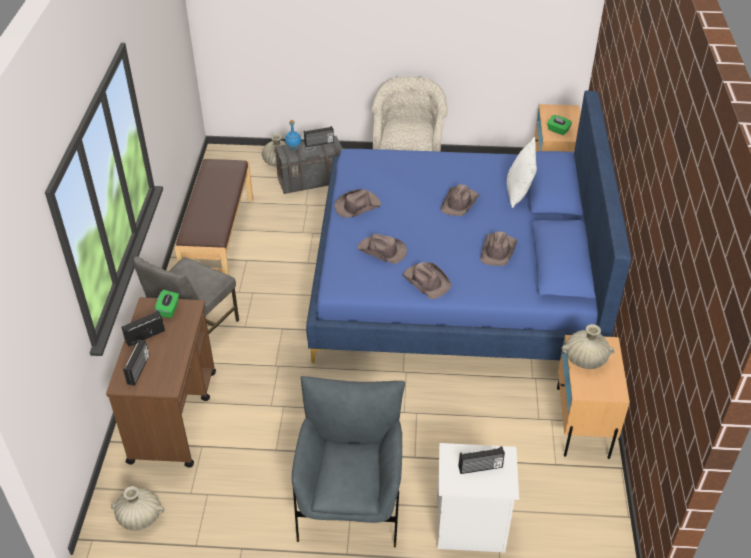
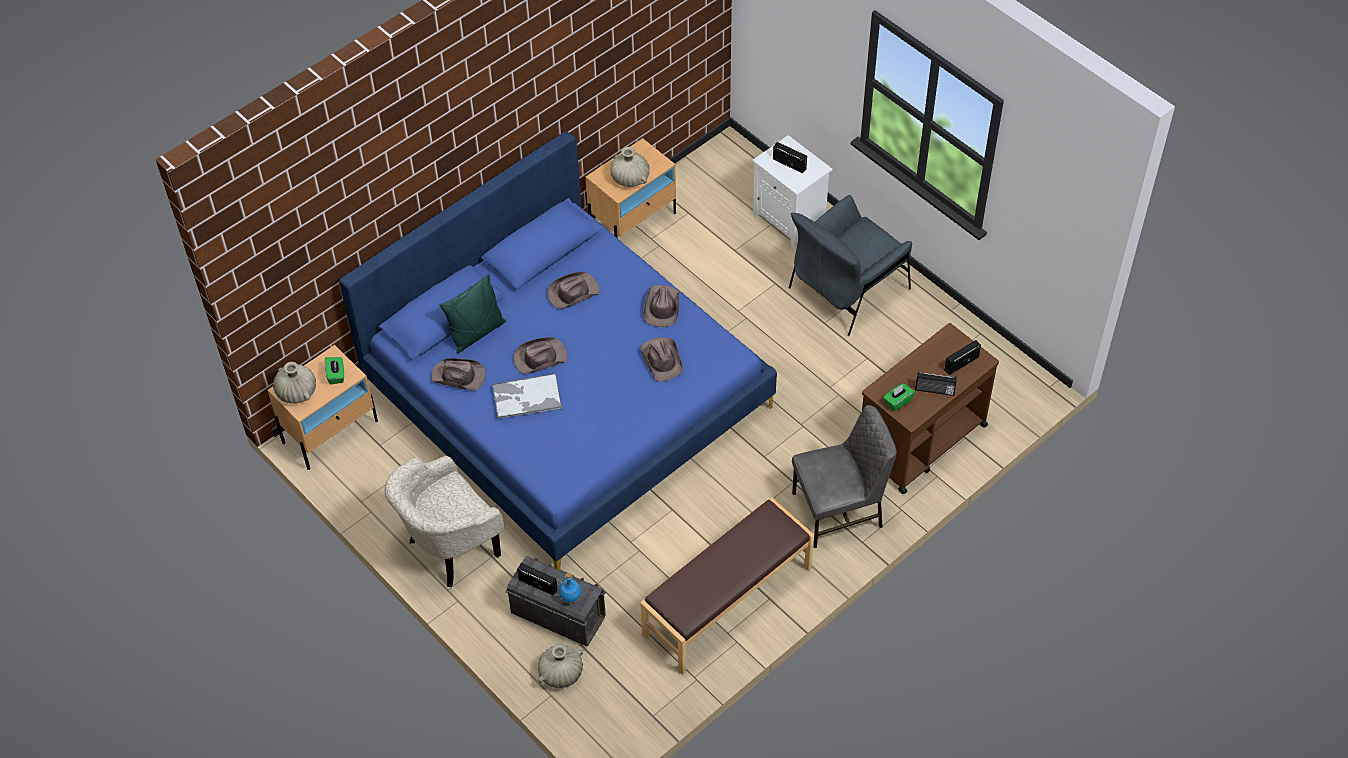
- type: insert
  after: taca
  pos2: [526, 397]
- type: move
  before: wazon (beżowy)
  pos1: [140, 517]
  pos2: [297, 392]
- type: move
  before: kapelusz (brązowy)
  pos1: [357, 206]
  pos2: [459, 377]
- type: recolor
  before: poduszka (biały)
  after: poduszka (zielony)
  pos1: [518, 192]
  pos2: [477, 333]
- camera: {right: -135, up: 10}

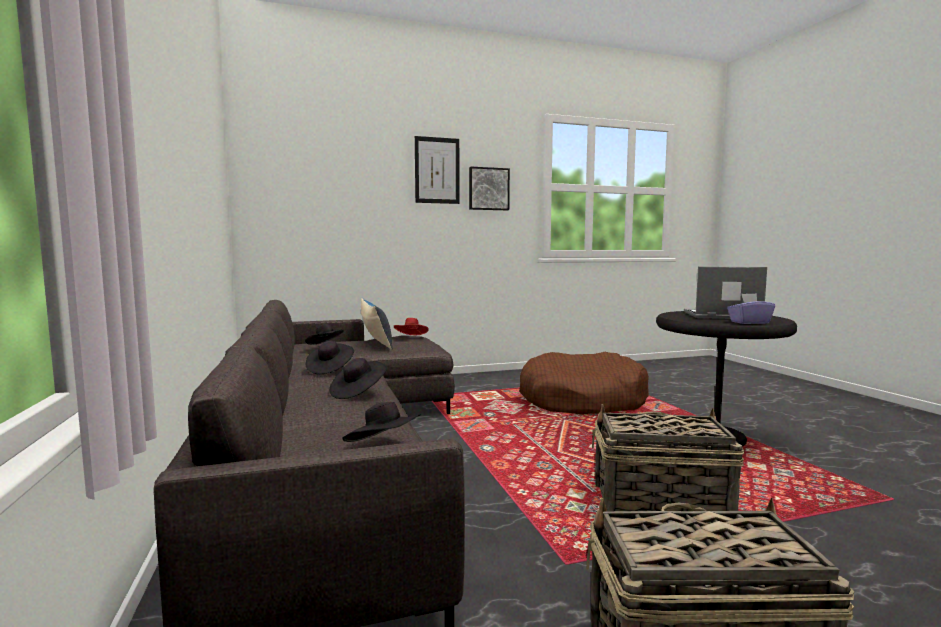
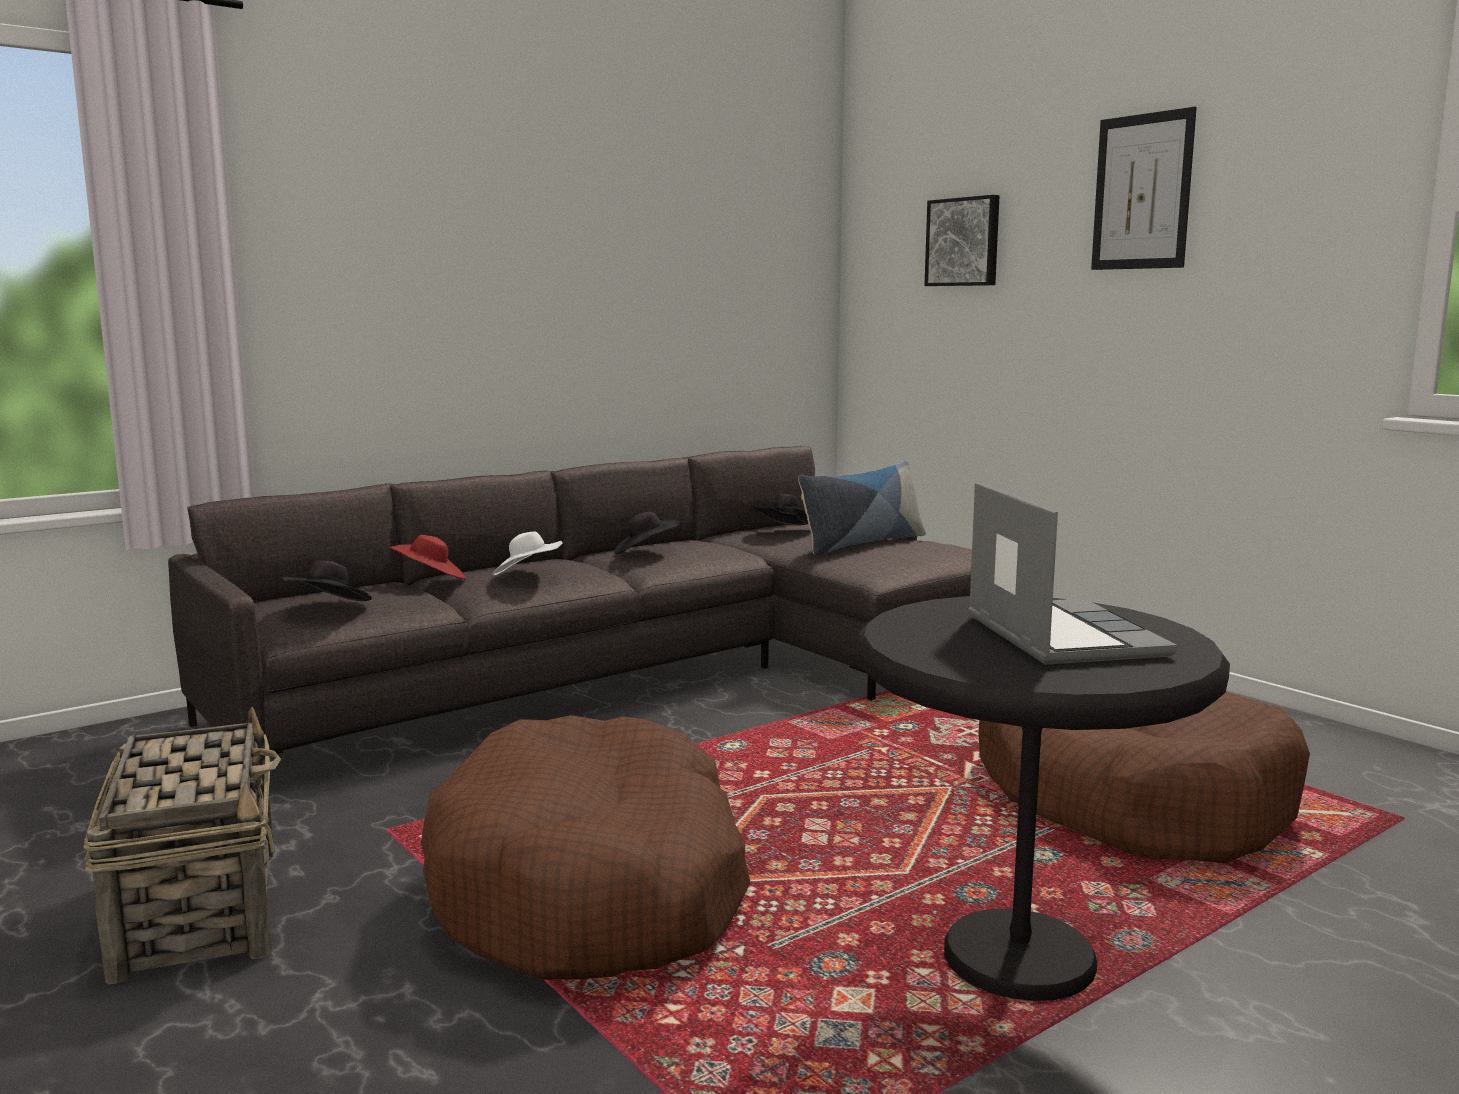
- type: delete
  before: pudełko chusteczek (fioletowy)
  pos1: [749, 322]
- type: move
  before: kapelusz (czerwony)
  pos1: [411, 337]
  pos2: [430, 579]
- type: move
  before: obraz
  pos1: [488, 189]
  pos2: [964, 242]
- type: replace
  before: koszyk
  after: legowisko (brązowy)
  pos1: [658, 503]
  pos2: [592, 888]
- type: recolor
  before: kapelusz (czarny)
  after: kapelusz (biały)
  pos1: [358, 392]
  pos2: [528, 576]
- camera: {right: 70, up: 5}

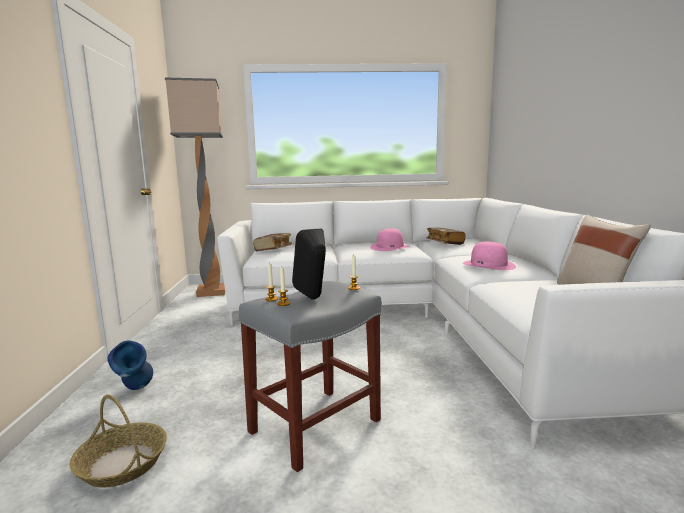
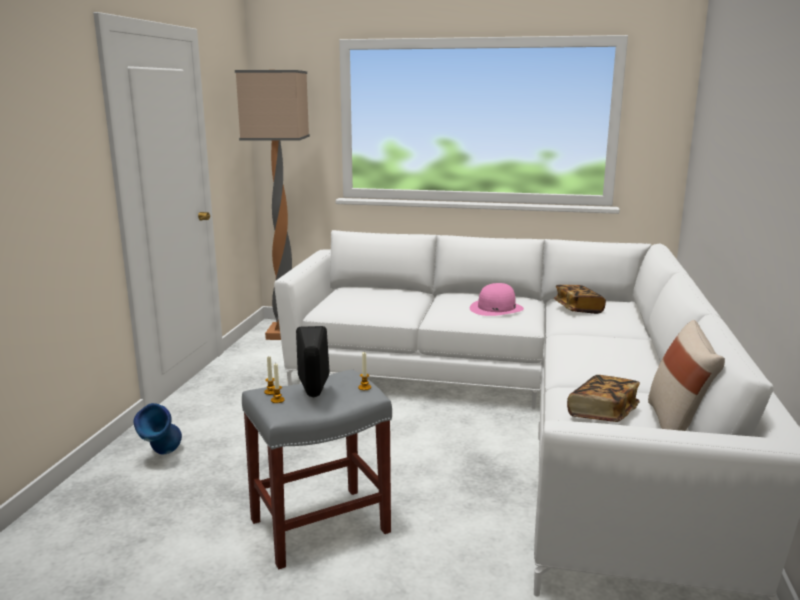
- type: delete
  before: koszyk
  pos1: [122, 463]
- type: delete
  before: kapelusz (różowy)
  pos1: [489, 265]
- type: move
  before: książka
  pos1: [273, 250]
  pos2: [602, 413]
- camera: {right: 15, up: 5}

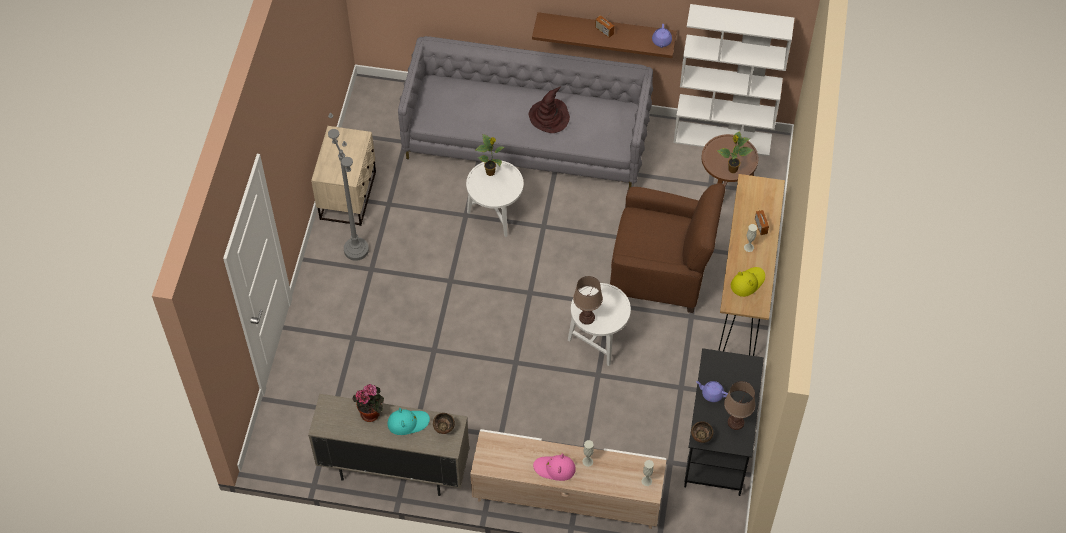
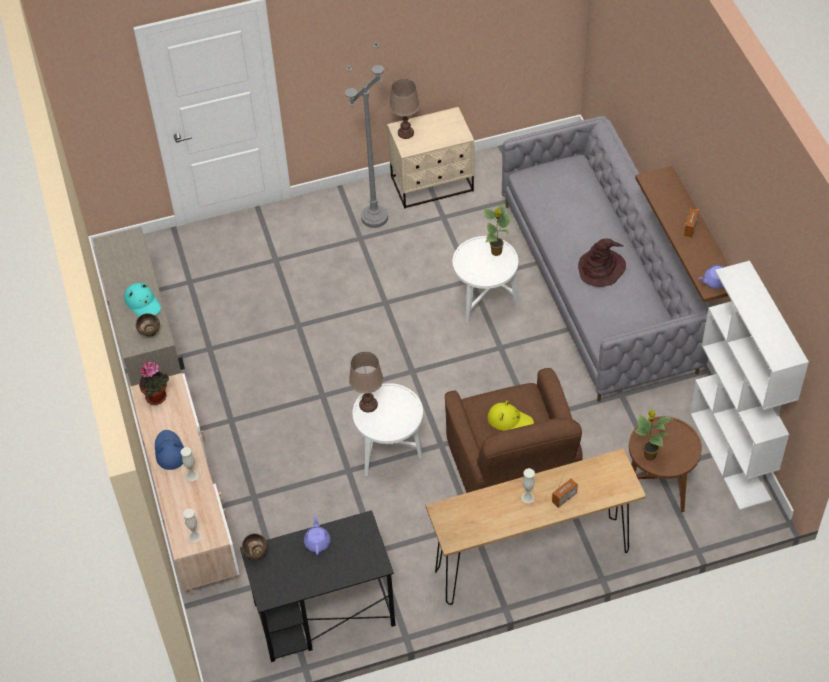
- type: move
  before: roślina doniczkowa
  pos1: [371, 412]
  pos2: [158, 397]
- type: move
  before: lampa stołowa (brązowy)
  pos1: [735, 422]
  pos2: [406, 133]
- type: move
  before: kapelusz (żółty)
  pos1: [747, 282]
  pos2: [510, 420]
- type: recolor
  before: kapelusz (różowy)
  after: kapelusz (niebieski)
  pos1: [555, 468]
  pos2: [169, 452]
- camera: {right: 65, up: -5}

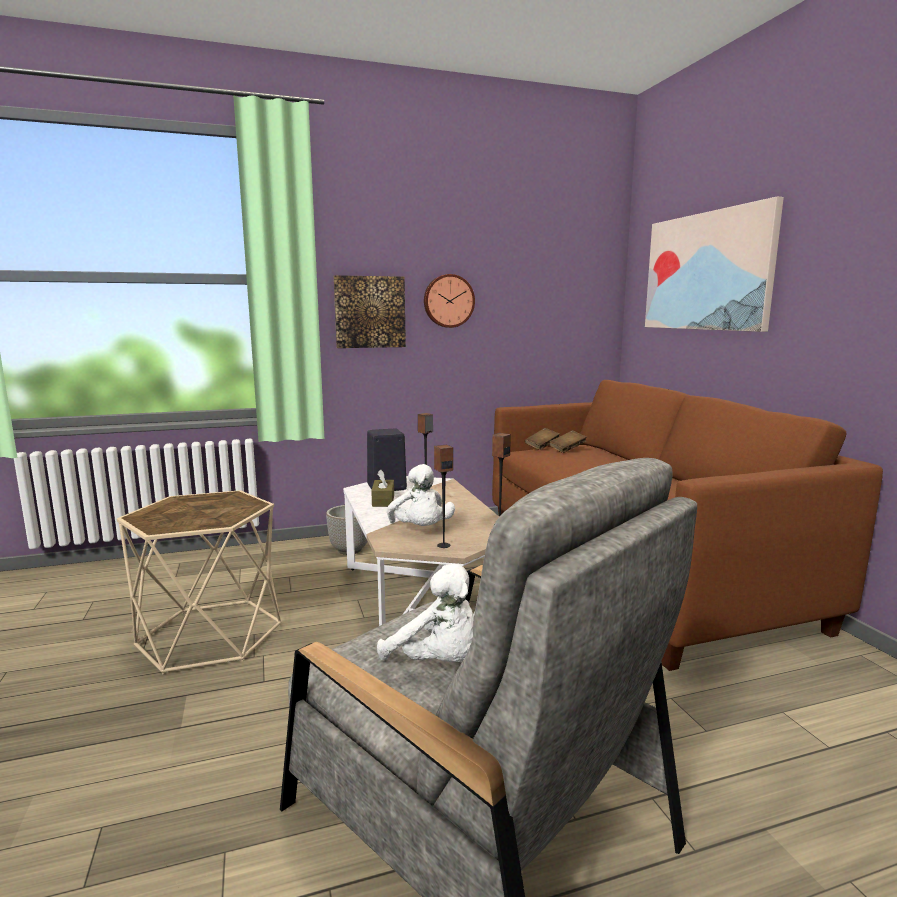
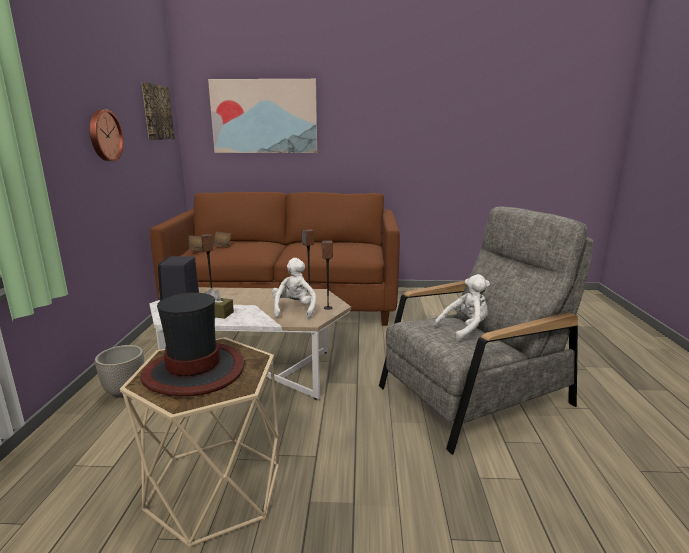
- type: insert
  after: kapelusz
  pos2: [195, 371]
- type: move
  before: obraz
  pos1: [369, 312]
  pos2: [156, 112]
- type: rotate
  before: pluszak (biały)
  pos1: [421, 530]
  pos2: [294, 310]
  turn: -90
- camera: {right: -70, up: 5}

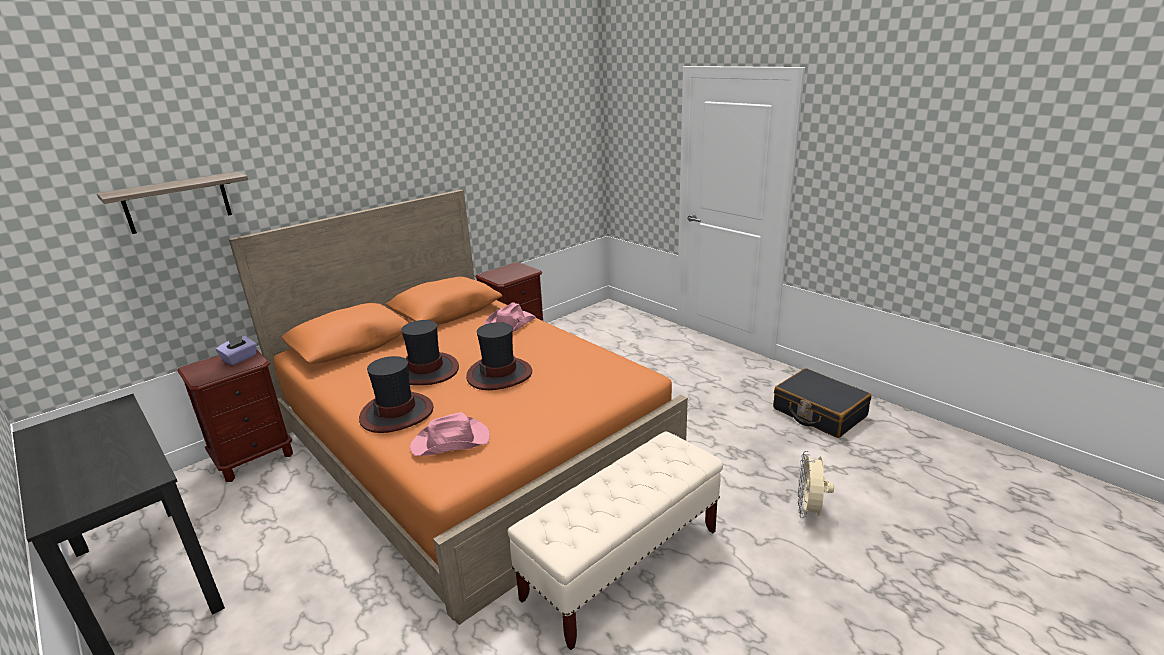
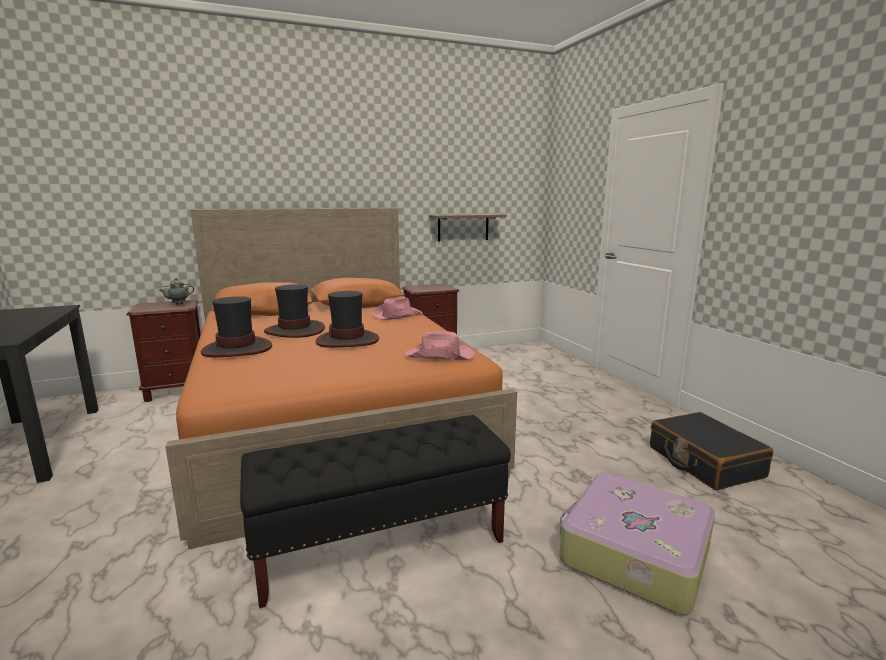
- type: move
  before: półka
  pos1: [177, 203]
  pos2: [463, 227]
- type: move
  before: kapelusz (różowy)
  pos1: [451, 442]
  pos2: [440, 356]
- type: replace
  before: pudełko chusteczek (fioletowy)
  after: imbryk
  pos1: [240, 359]
  pos2: [178, 304]
- type: replace
  before: wentylator (beżowy)
  after: walizka
  pos1: [809, 511]
  pos2: [632, 553]
- type: recolor
  before: ławka (beżowy)
  after: ławka (czarny)
  pos1: [623, 564]
  pos2: [381, 544]
- camera: {right: 20, up: -10}

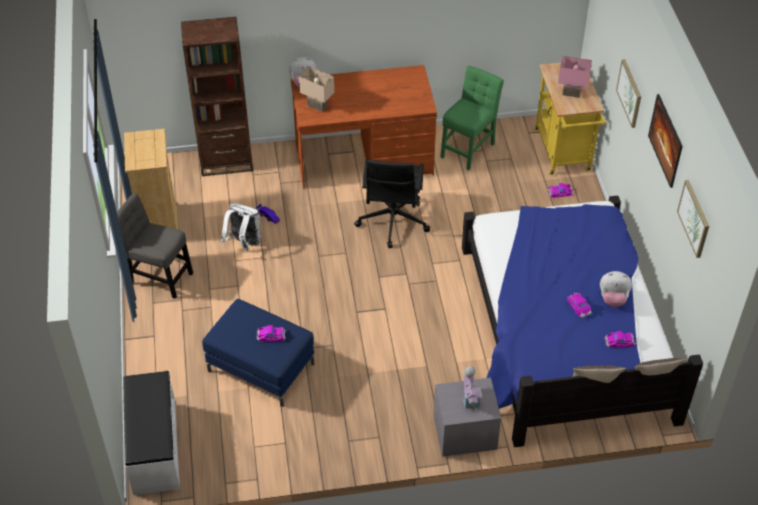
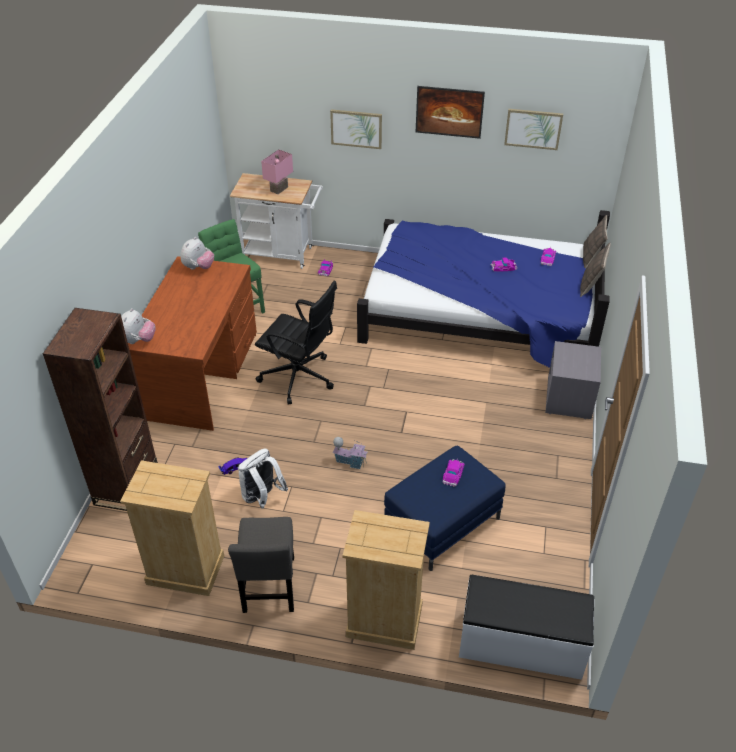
- type: delete
  before: lampa stołowa (beżowy)
  pos1: [318, 105]
- type: insert
  after: komoda (beżowy)
  pos2: [384, 621]
- type: move
  before: domek
  pos1: [470, 398]
  pos2: [350, 461]
- type: move
  before: pluszak
  pos1: [613, 299]
  pos2: [198, 267]
- type: recolor
  before: wózek (żółty)
  after: wózek (biały)
  pos1: [563, 153]
  pos2: [282, 254]
- type: rotate
  before: krzesło (szary)
  pos1: [158, 276]
  pos2: [269, 588]
  turn: -45
- camera: {right: -70, up: -5}

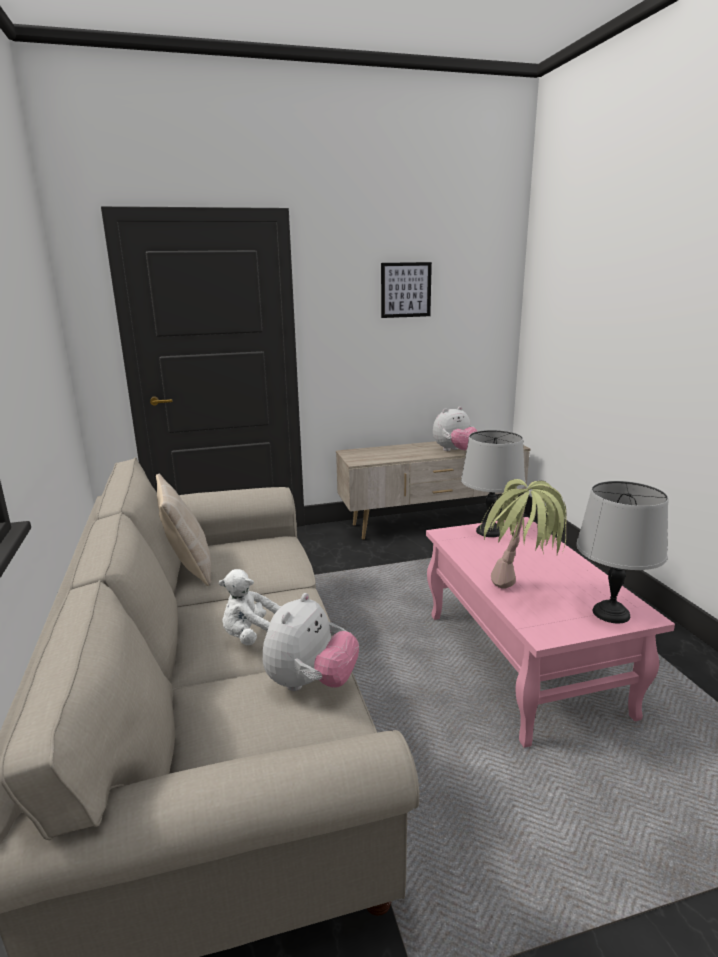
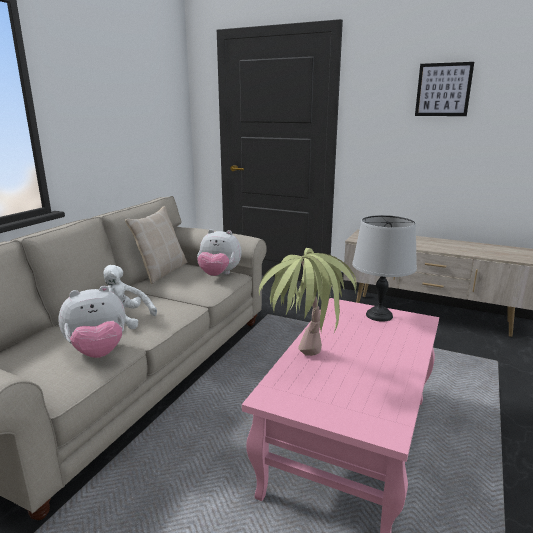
- type: delete
  before: lampa stołowa (szary)
  pos1: [610, 613]
- type: move
  before: pluszak
  pos1: [454, 451]
  pos2: [219, 275]
- camera: {right: 40, up: 0}

